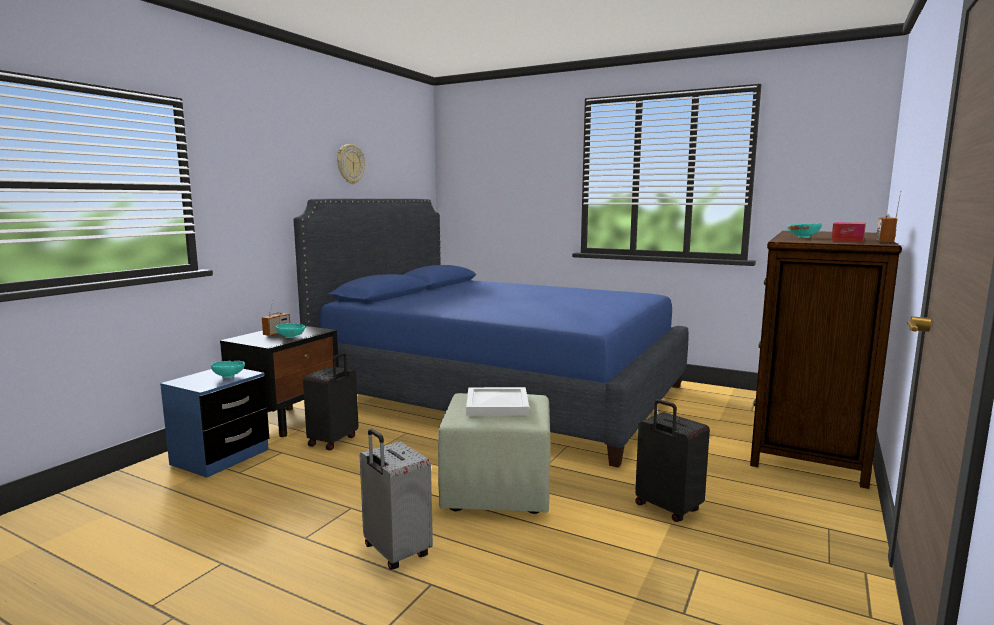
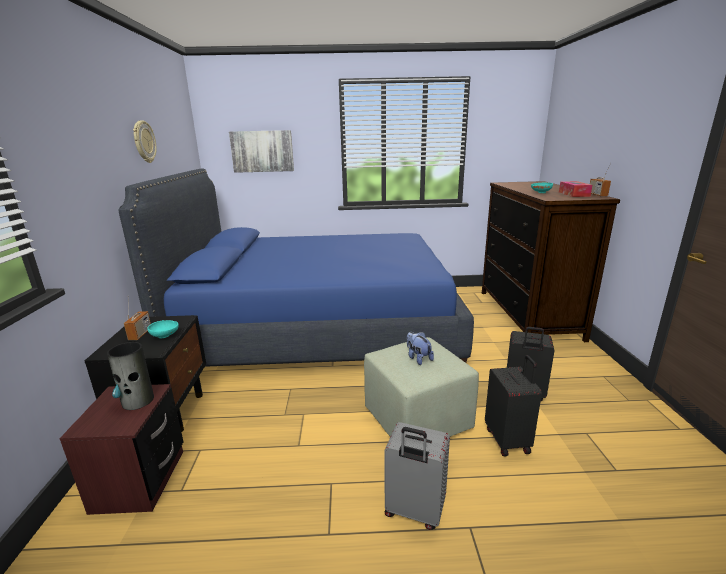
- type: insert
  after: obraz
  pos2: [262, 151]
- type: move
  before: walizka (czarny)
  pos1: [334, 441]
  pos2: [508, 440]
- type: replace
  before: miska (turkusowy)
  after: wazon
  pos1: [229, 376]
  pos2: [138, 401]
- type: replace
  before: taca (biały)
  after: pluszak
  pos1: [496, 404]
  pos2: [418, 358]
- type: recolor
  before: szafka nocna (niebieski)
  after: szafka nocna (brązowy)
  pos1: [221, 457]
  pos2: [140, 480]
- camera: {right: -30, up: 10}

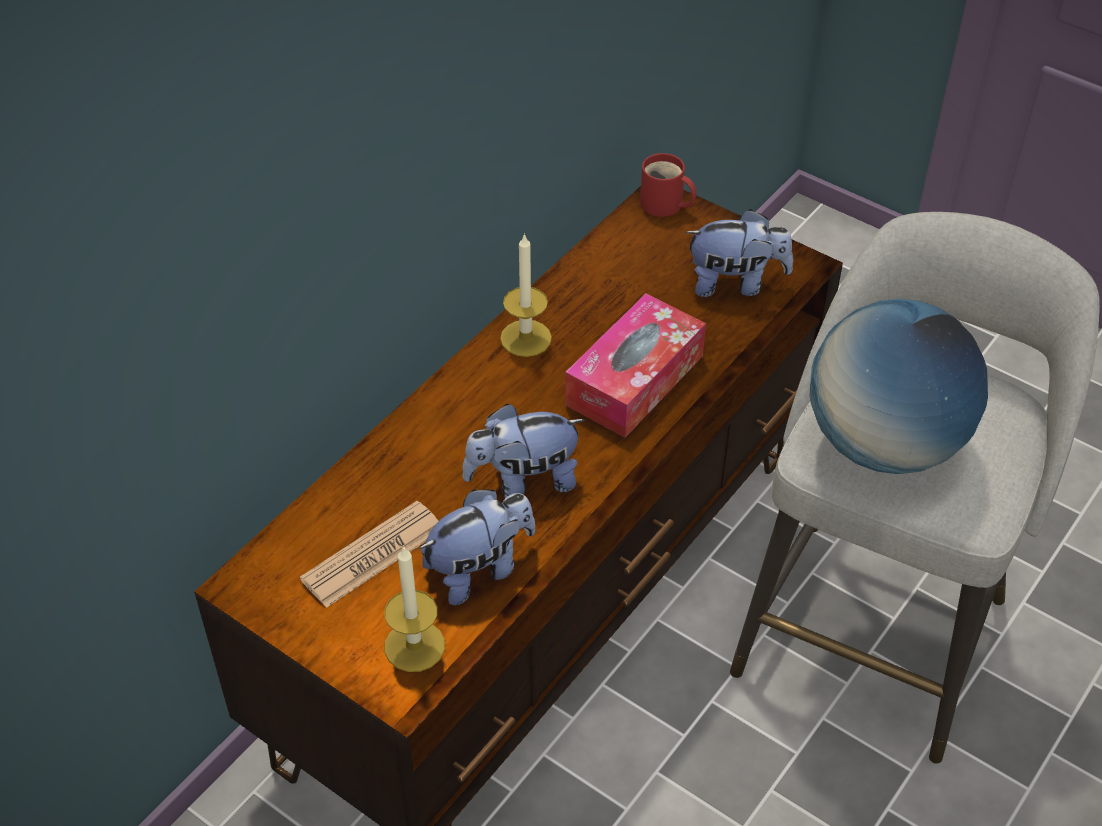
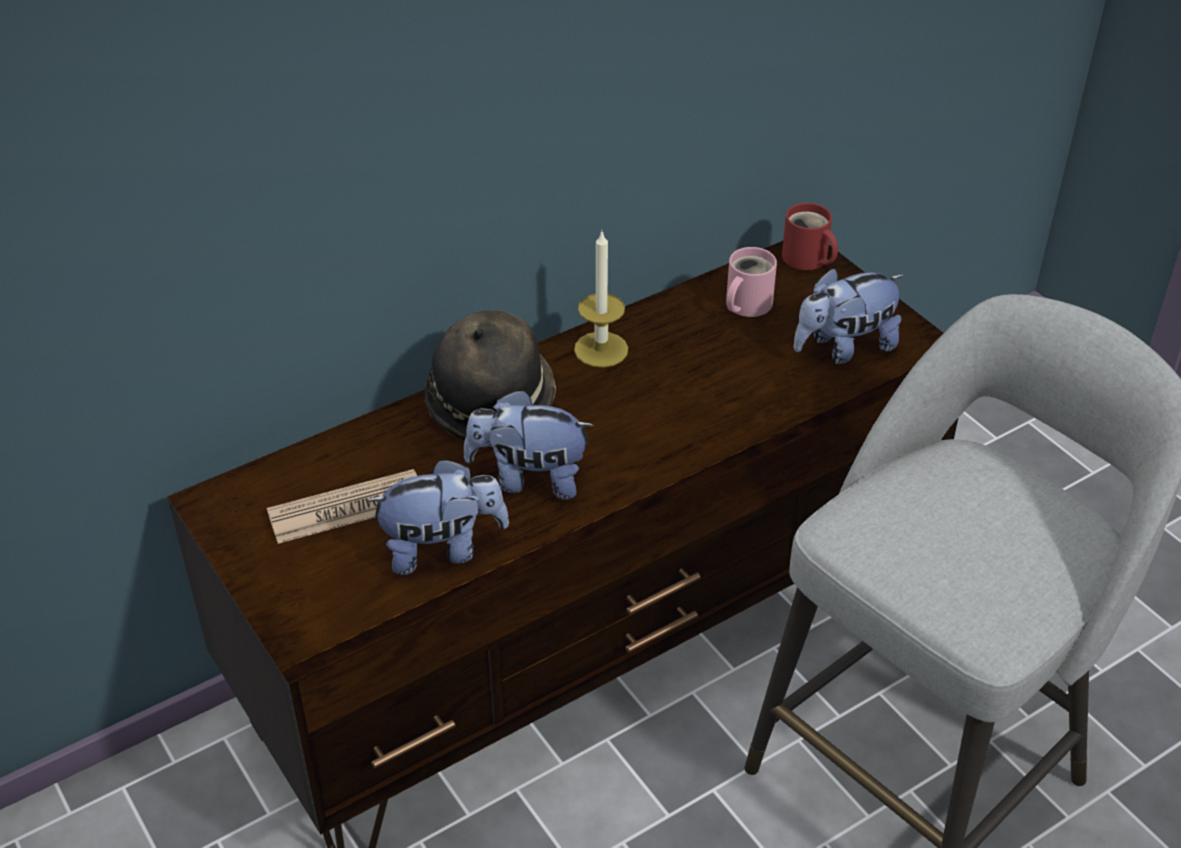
- type: delete
  before: świeca
  pos1: [414, 646]
- type: delete
  before: pudełko chusteczek
  pos1: [634, 380]
- type: delete
  before: globus
  pos1: [884, 444]
- type: insert
  after: kapelusz
  pos2: [490, 401]
- type: insert
  after: kubek (różowy)
  pos2: [745, 304]
- type: rotate
  before: pluszak
  pos1: [735, 283]
  pos2: [844, 348]
  turn: 135
- camera: {right: 20, up: -5}

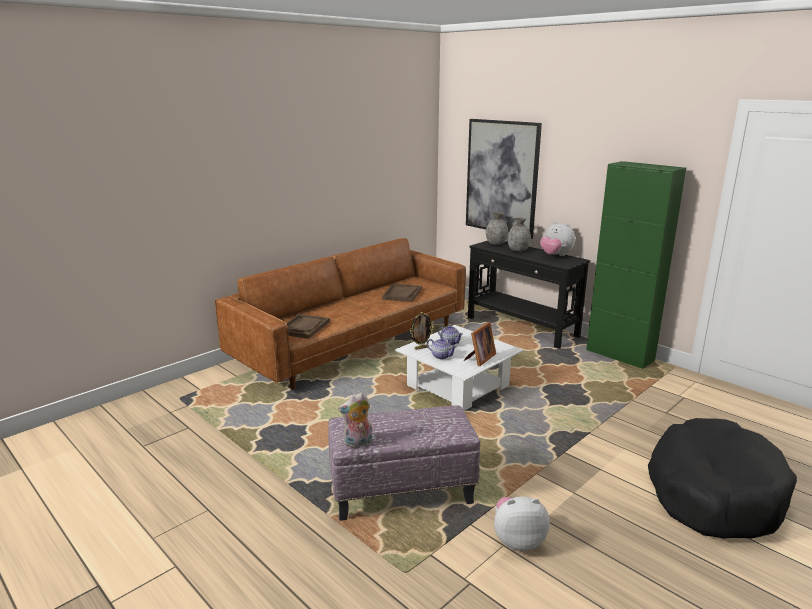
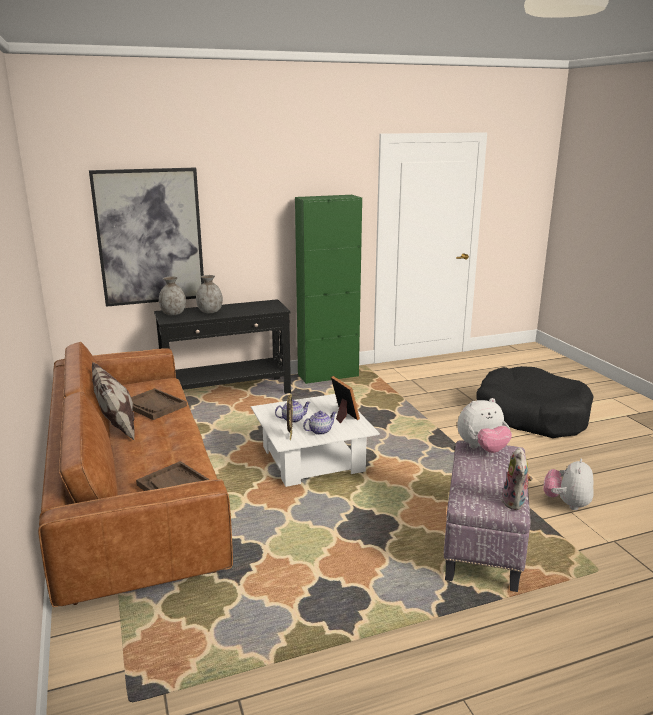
- type: insert
  after: poduszka
  pos2: [117, 429]
- type: move
  before: pluszak
  pos1: [555, 255]
  pos2: [482, 449]
- camera: {right: -65, up: 0}

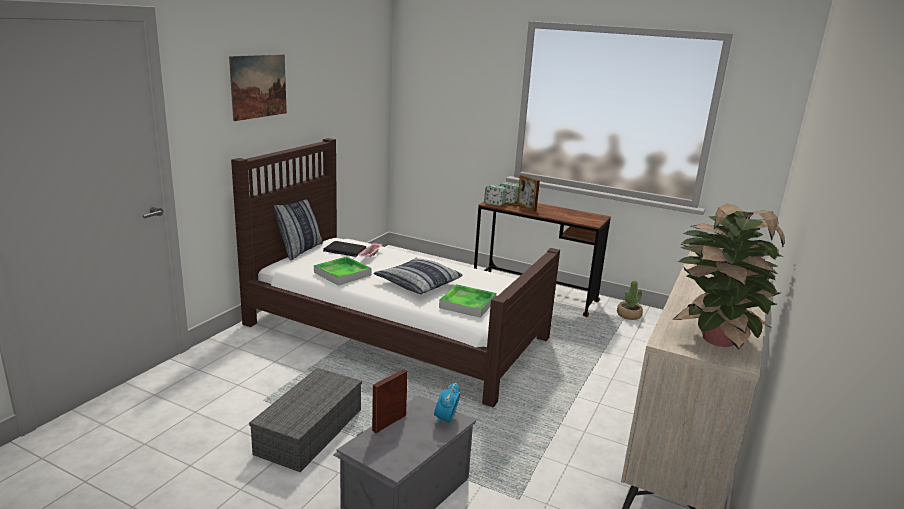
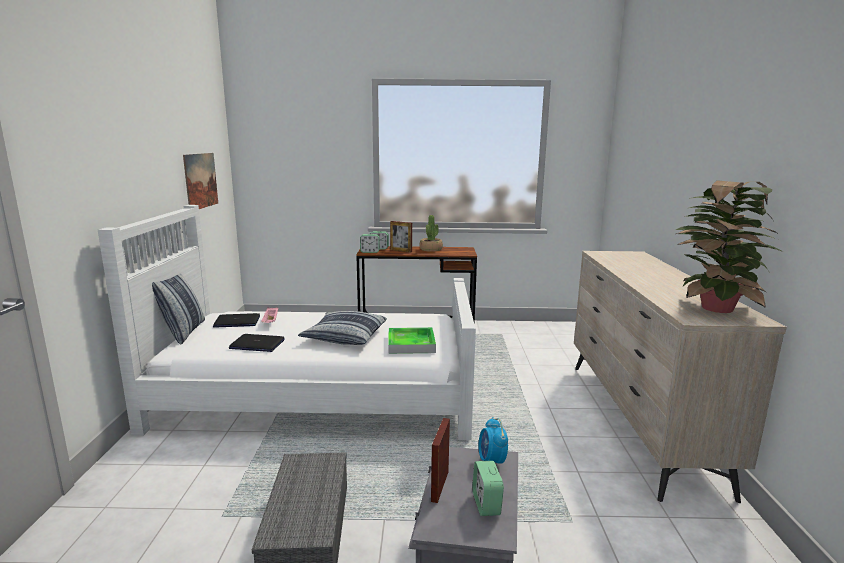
- type: insert
  after: budzik
  pos2: [486, 504]
- type: move
  before: obraz
  pos1: [258, 86]
  pos2: [201, 180]
- type: move
  before: roślina doniczkowa
  pos1: [629, 315]
  pos2: [431, 249]
- type: replace
  before: taca
  after: laptop
  pos1: [342, 274]
  pos2: [257, 344]
- type: recolor
  before: łóżko (brązowy)
  after: łóżko (biały)
  pos1: [395, 331]
  pos2: [317, 394]
- camera: {right: -25, up: -5}

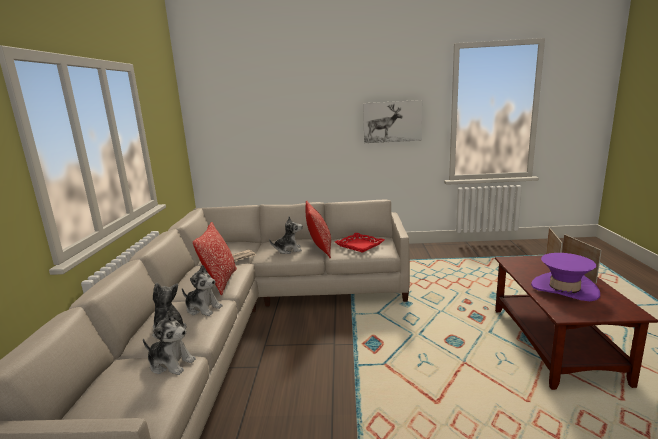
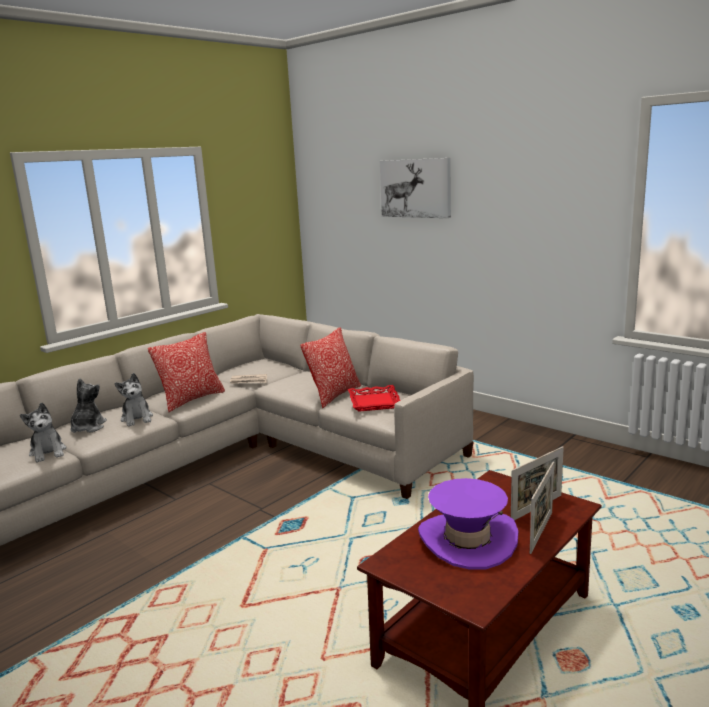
- type: delete
  before: pluszak
  pos1: [288, 250]
- type: move
  before: obraz
  pos1: [392, 121]
  pos2: [416, 188]
- camera: {right: 40, up: 0}

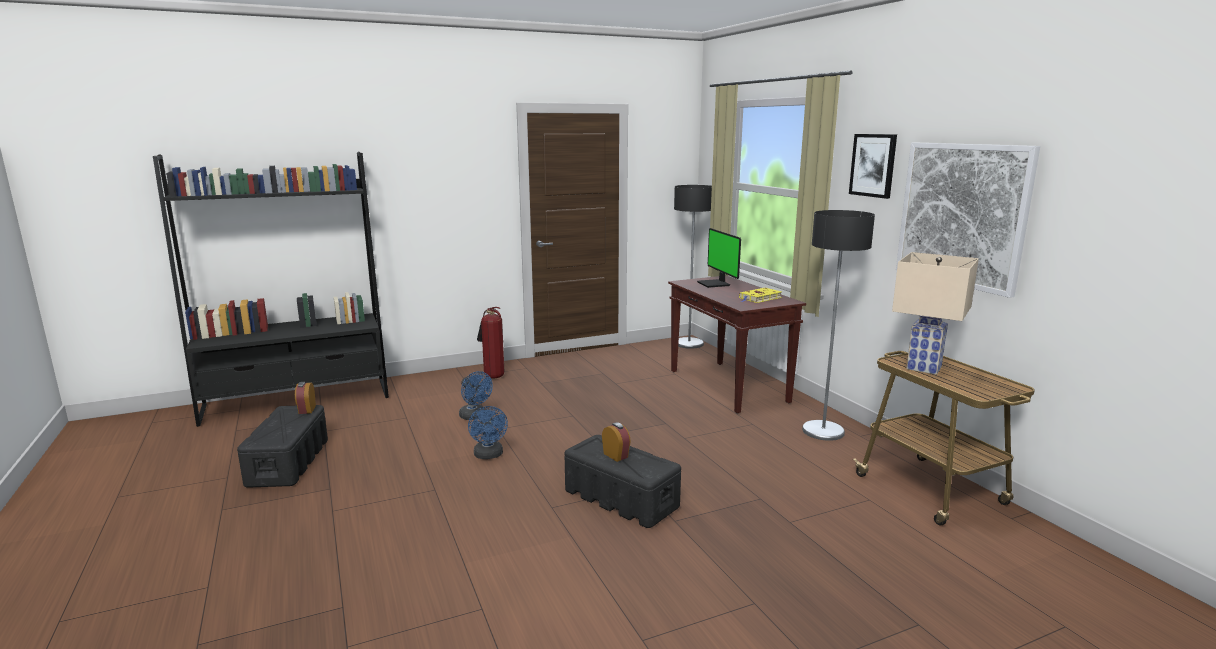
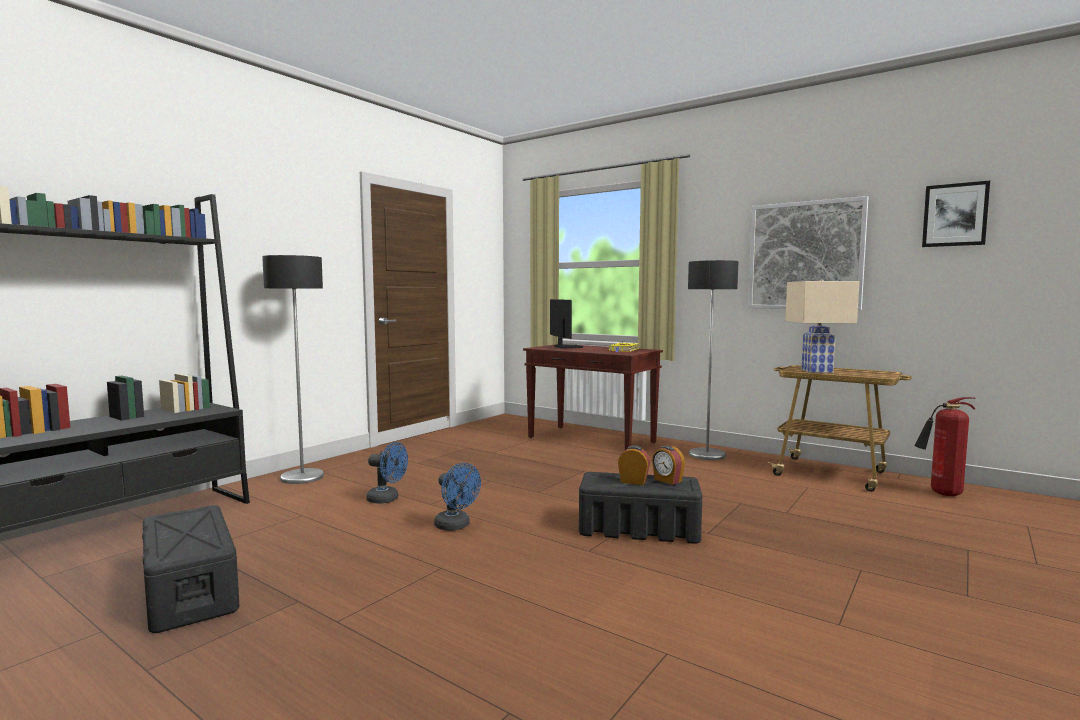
- type: move
  before: budzik
  pos1: [306, 410]
  pos2: [667, 480]
- type: move
  before: gaśnica
  pos1: [492, 376]
  pos2: [942, 494]
- type: move
  before: lampa stojąca
  pos1: [689, 344]
  pos2: [302, 477]
- type: move
  before: obraz
  pos1: [873, 165]
  pos2: [955, 215]
- type: rotate
  before: monitor
  pos1: [715, 284]
  pos2: [566, 347]
  turn: -150
- camera: {right: -30, up: -10}

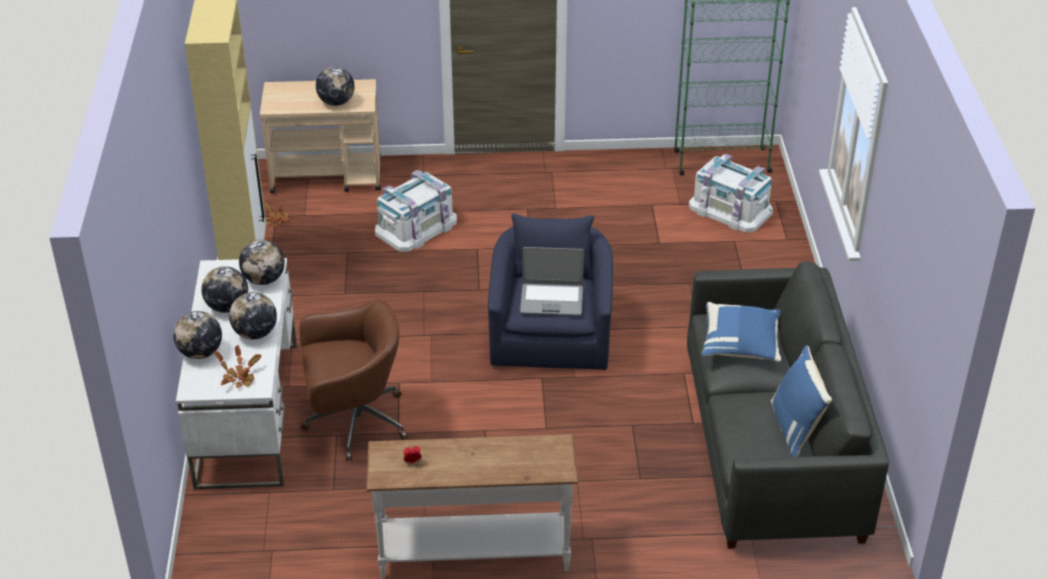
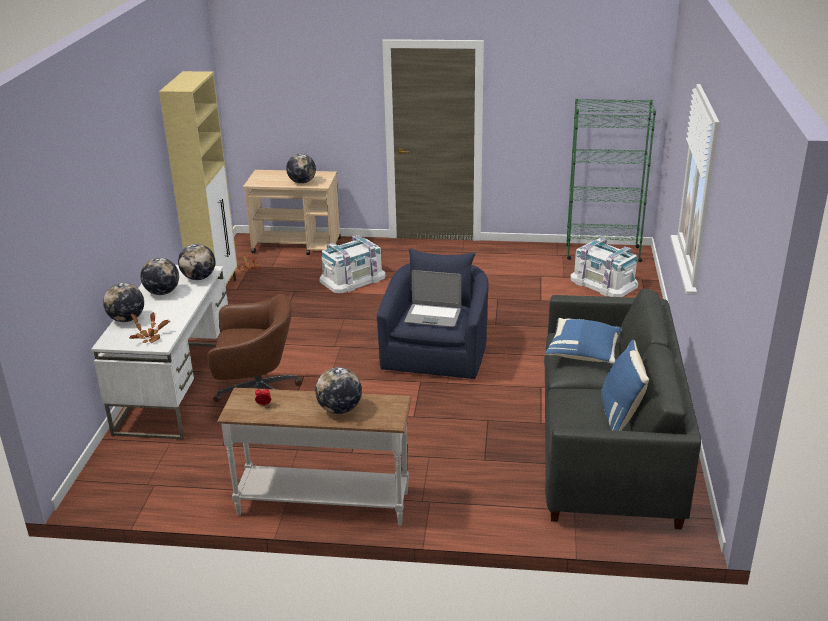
- type: move
  before: globus
  pos1: [255, 333]
  pos2: [339, 409]
- camera: {right: 10, up: -10}

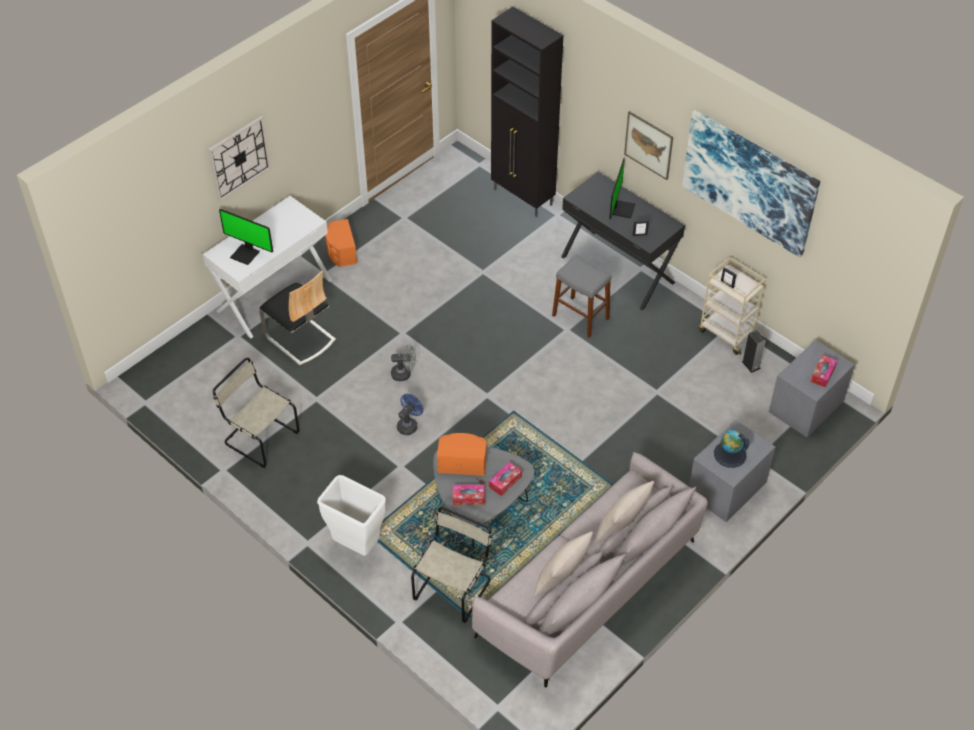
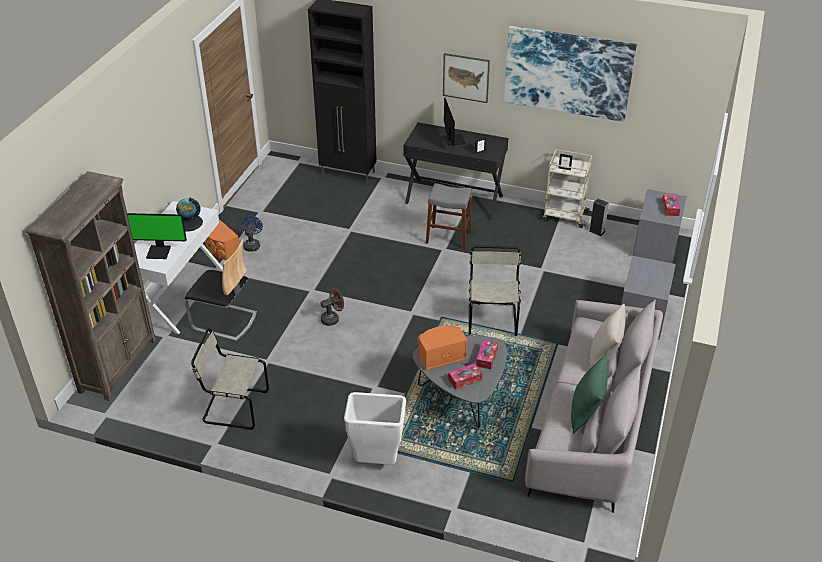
- type: delete
  before: zegar ścienny
  pos1: [239, 158]
- type: insert
  after: regał (brązowy)
  pos2: [118, 365]
- type: move
  before: wentylator (niebieski)
  pos1: [409, 425]
  pos2: [252, 245]
- type: move
  before: krzesło (beżowy)
  pos1: [454, 587]
  pos2: [492, 318]
- type: move
  before: globus
  pos1: [730, 454]
  pos2: [188, 223]
- type: recolor
  before: wentylator (szary)
  after: wentylator (brązowy)
  pos1: [404, 374]
  pos2: [332, 318]
- type: recolor
  before: poduszka (beżowy)
  after: poduszka (zielony)
  pos1: [561, 580]
  pos2: [586, 413]
- camera: {right: -25, up: -10}

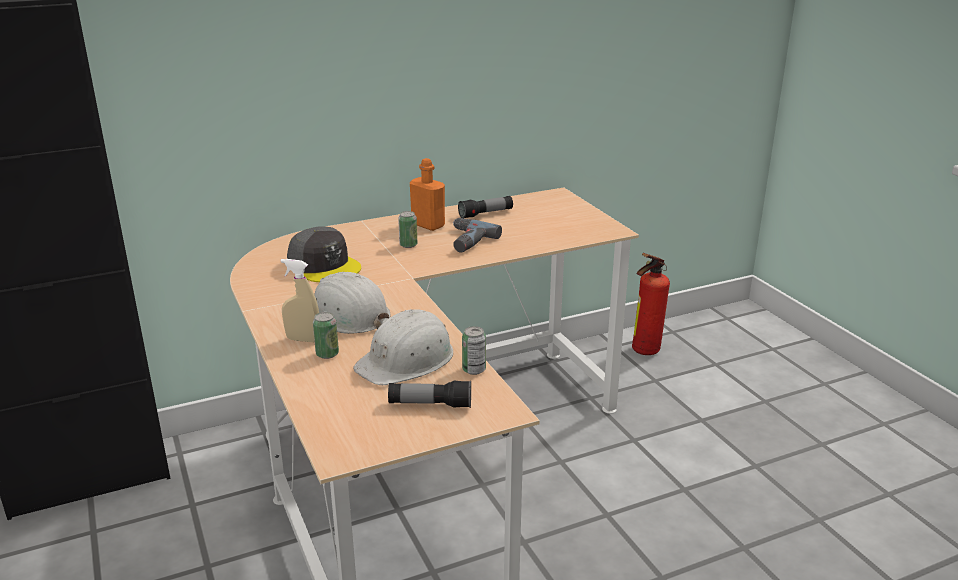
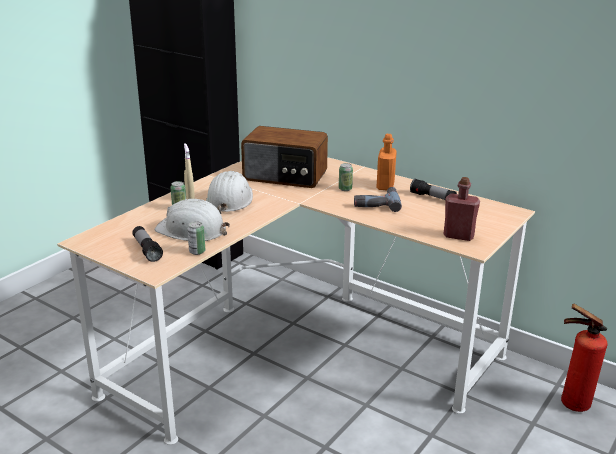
- type: insert
  after: butelka (czerwony)
  pos2: [458, 236]
- type: replace
  before: czapka z daszkiem (szary)
  after: radio
  pos1: [324, 266]
  pos2: [285, 176]
- camera: {right: 60, up: 0}

